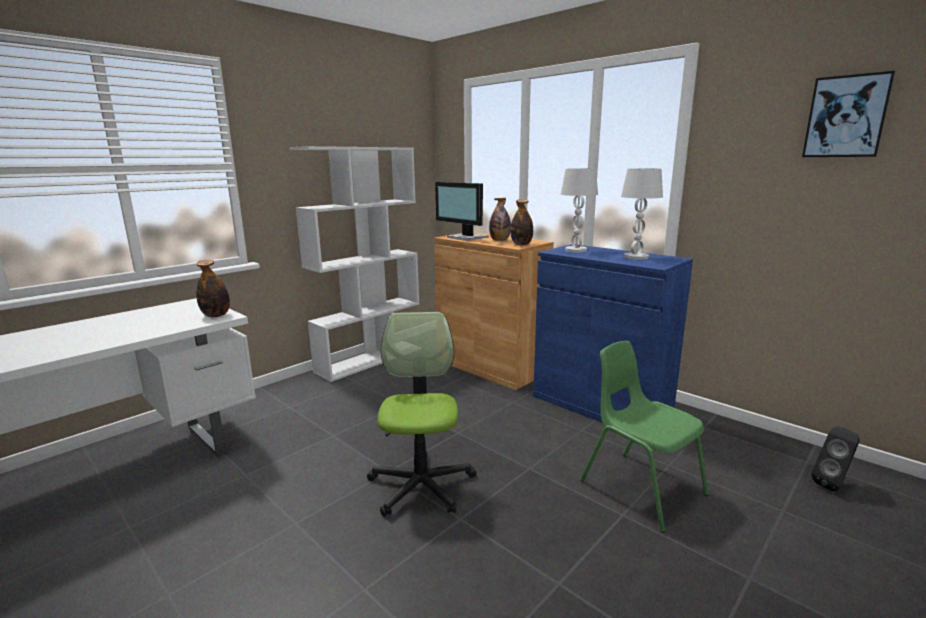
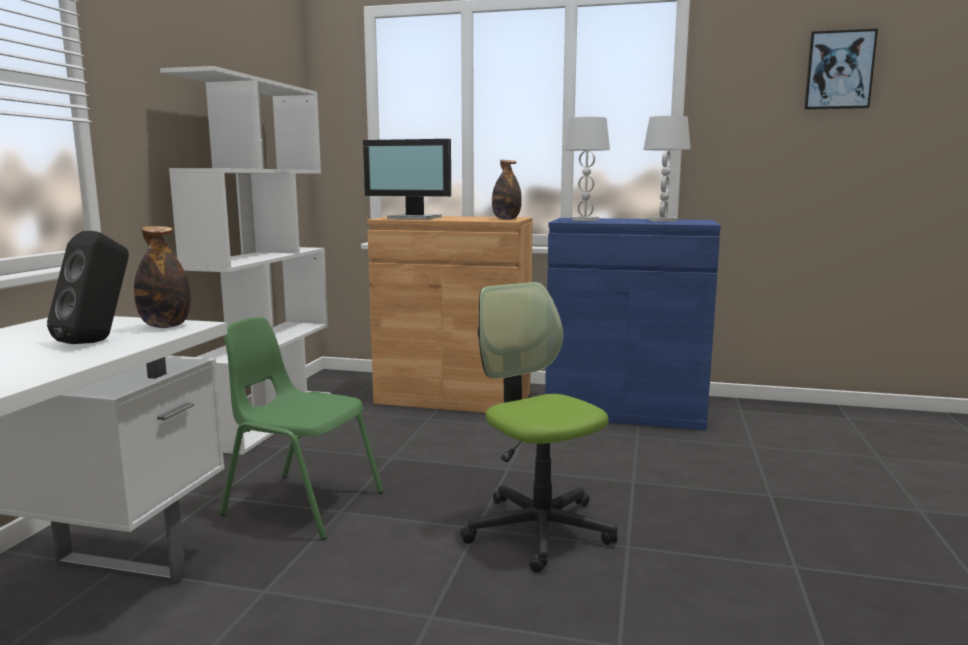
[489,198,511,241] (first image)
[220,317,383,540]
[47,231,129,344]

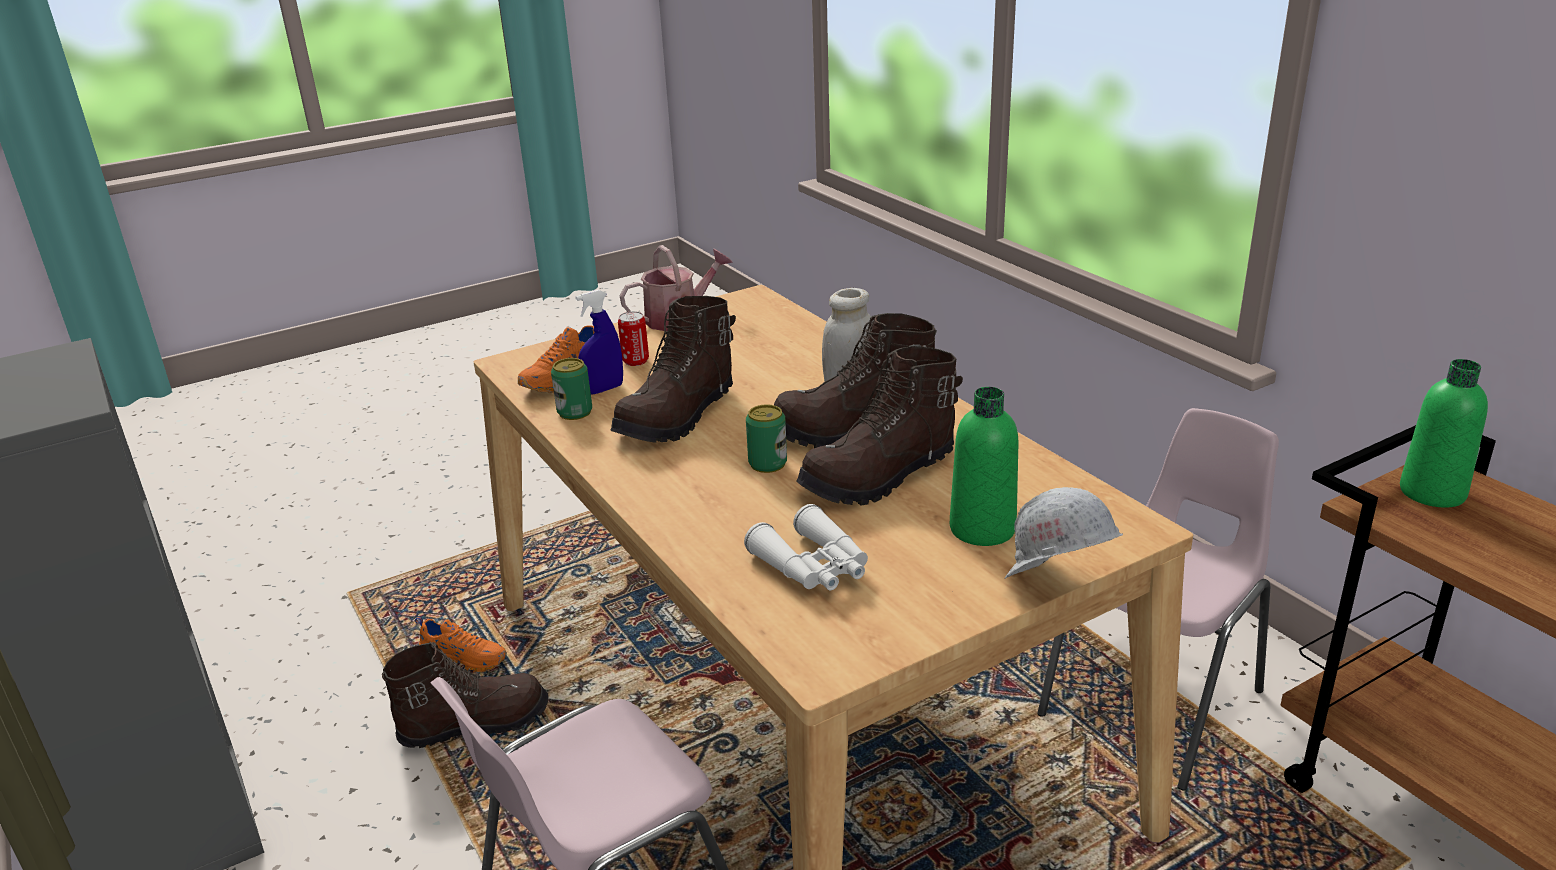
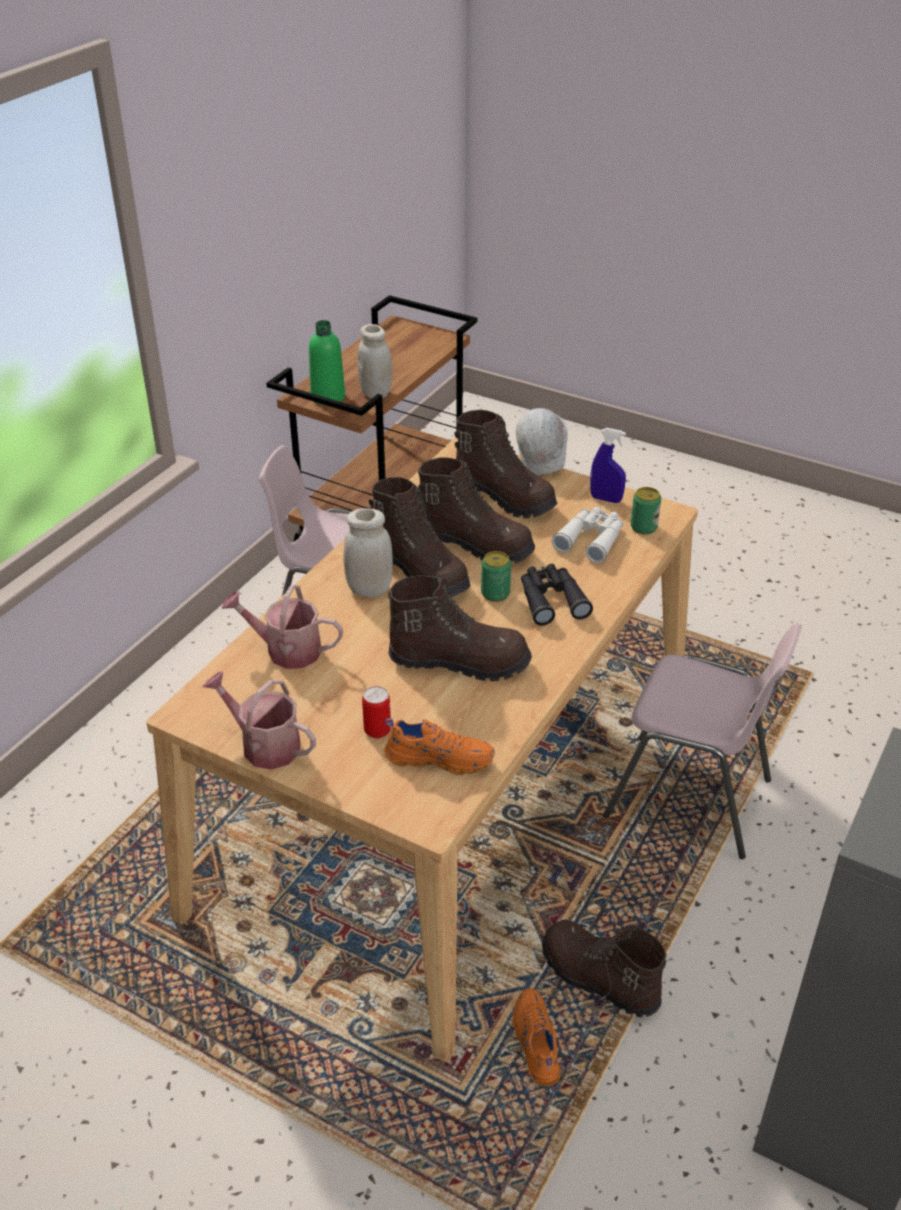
[631,487,661,535]
[590,428,626,503]
[454,410,557,518]
[221,585,343,669]
[357,324,392,398]
[521,564,593,626]

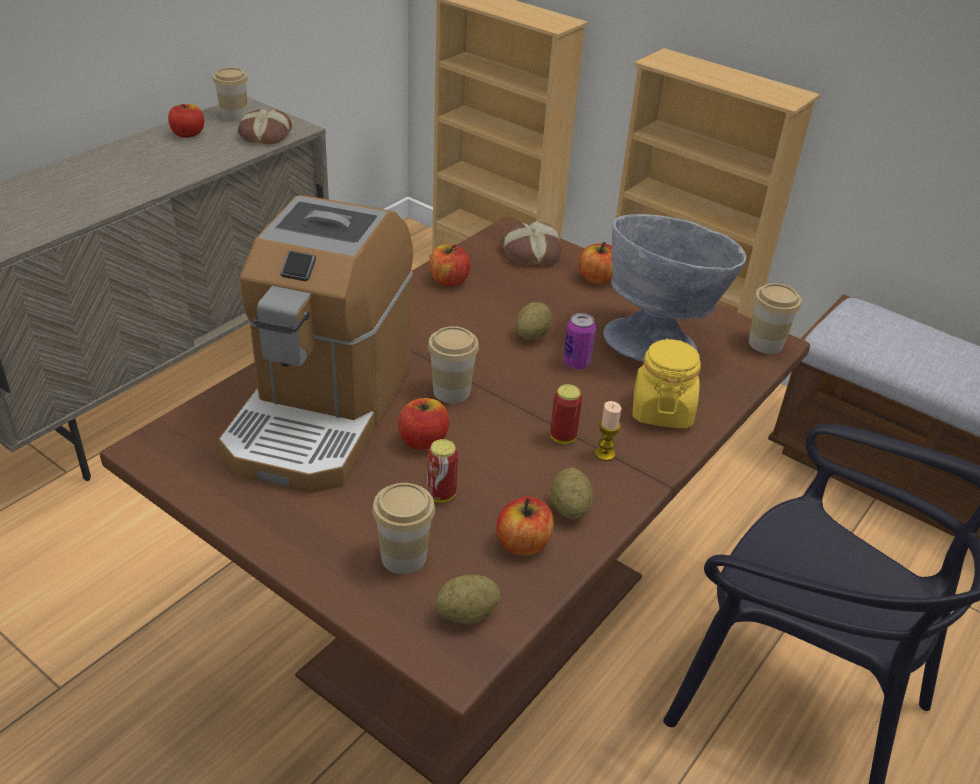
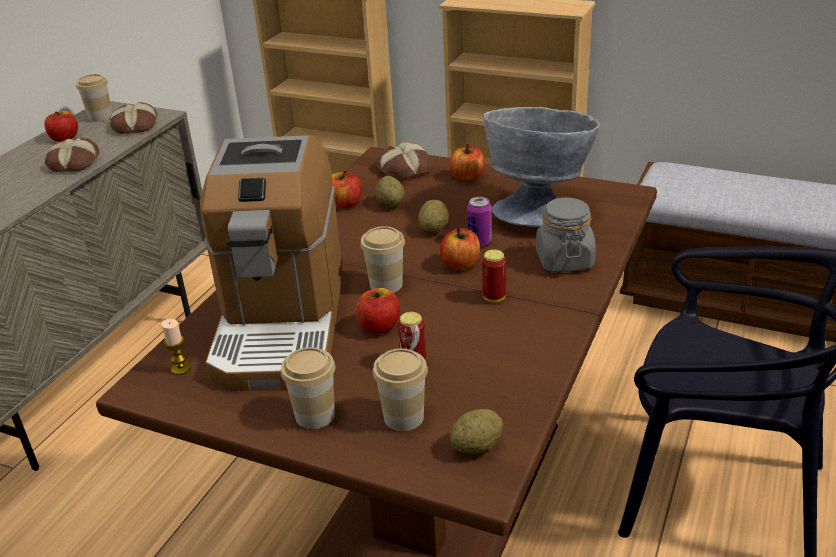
[440,227,480,270]
[375,176,405,207]
[161,319,191,375]
[536,198,596,272]
[281,347,335,429]
[45,137,99,172]

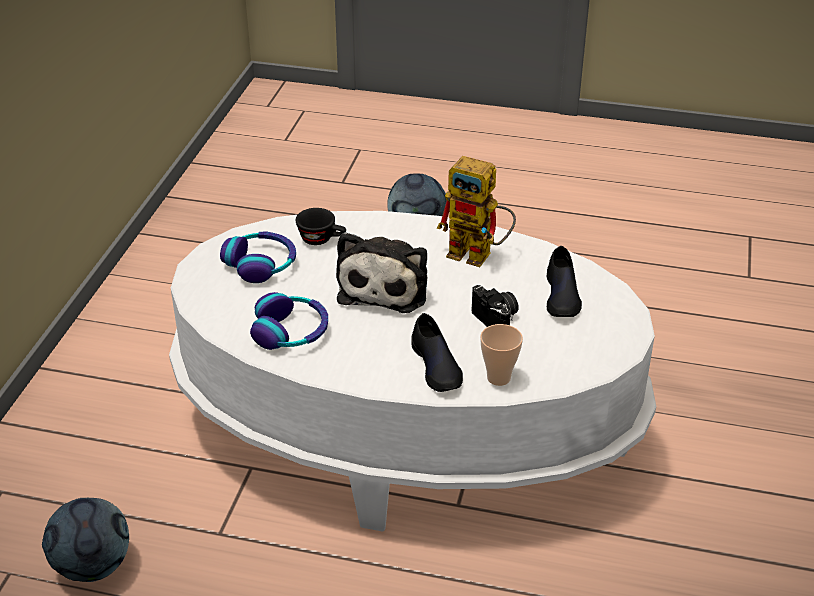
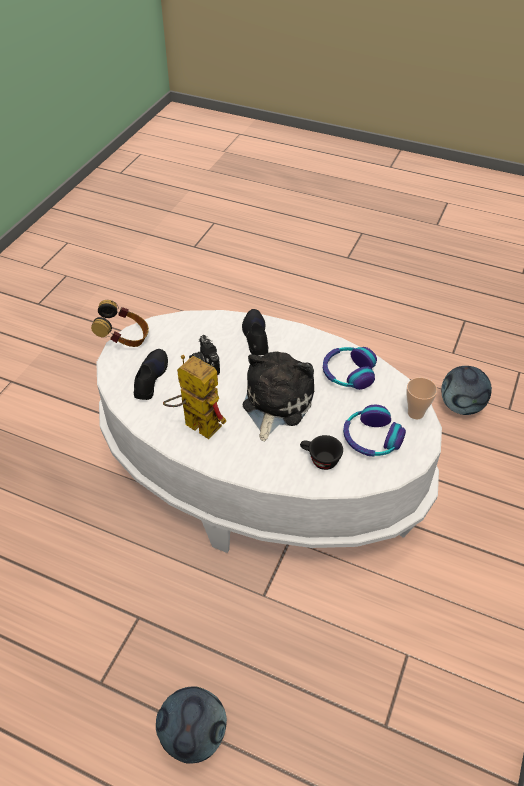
[406,377,437,419]
[91,300,149,347]

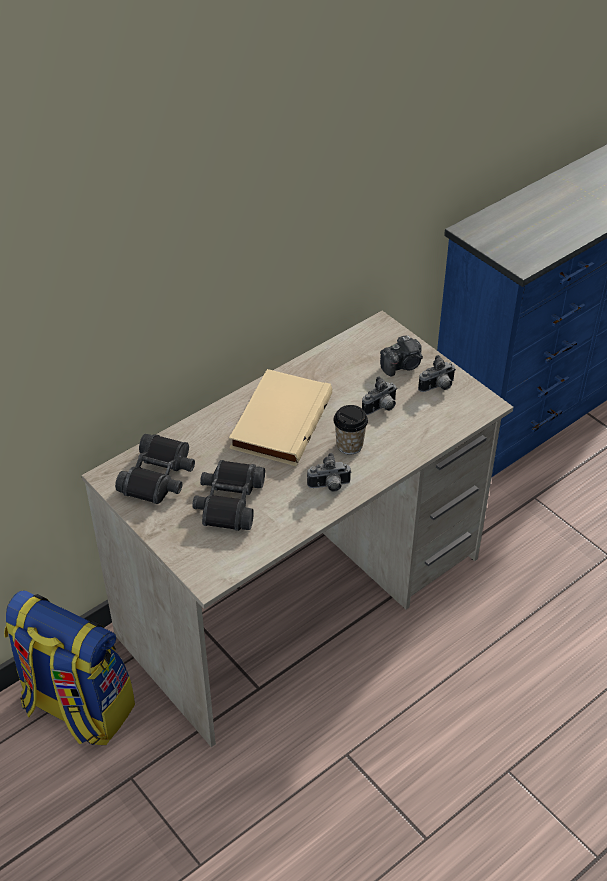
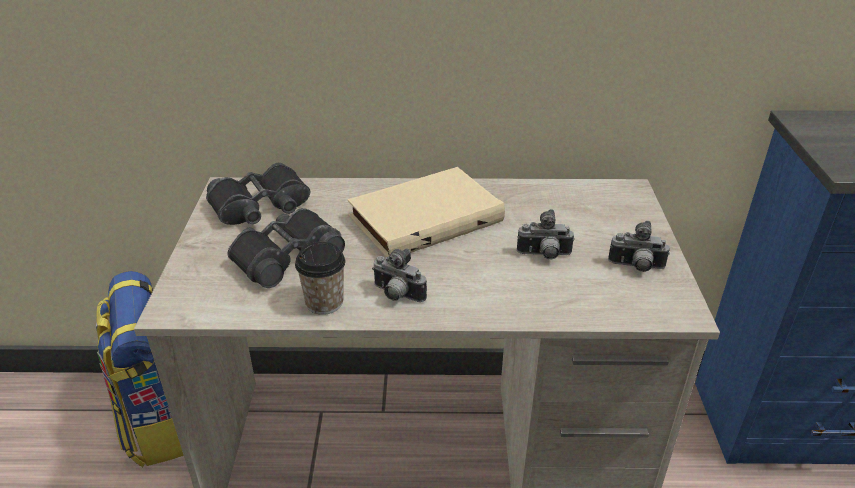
[295,242,345,315]
[380,335,423,376] (first image)

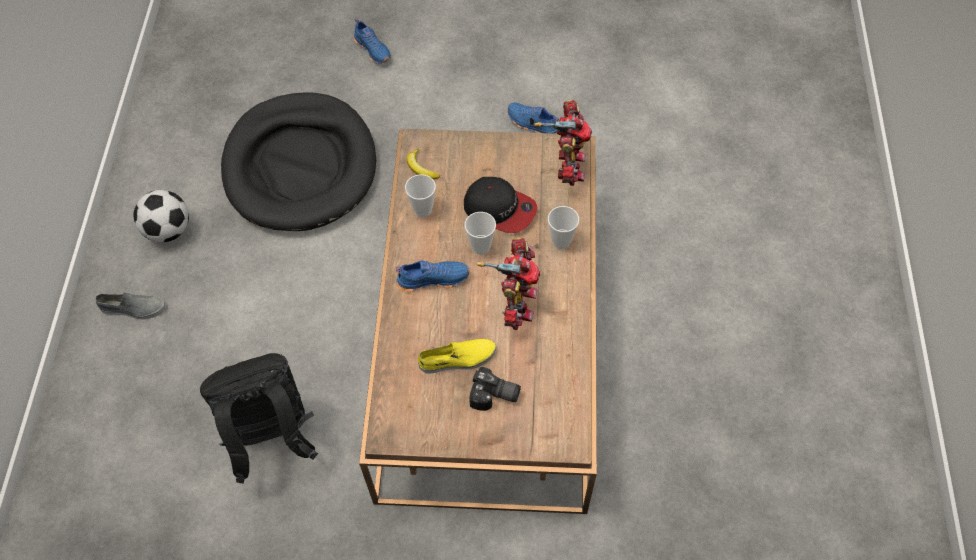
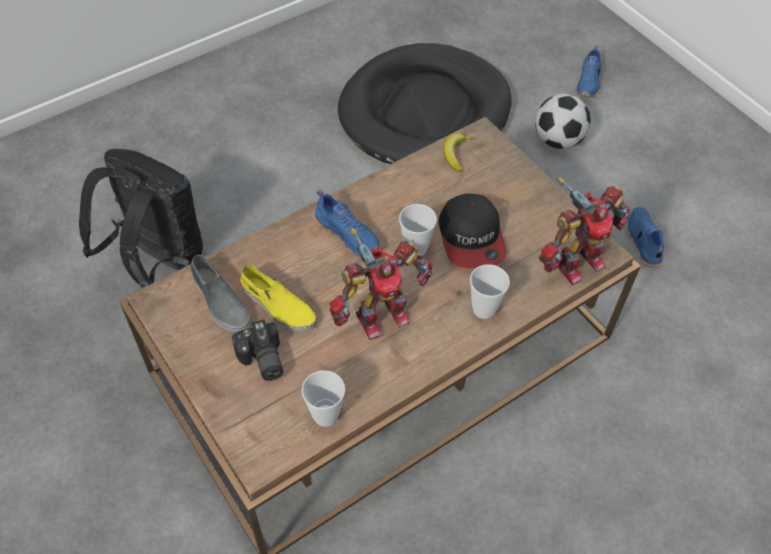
[190,255,250,333]
[535,94,591,149]
[302,370,345,427]

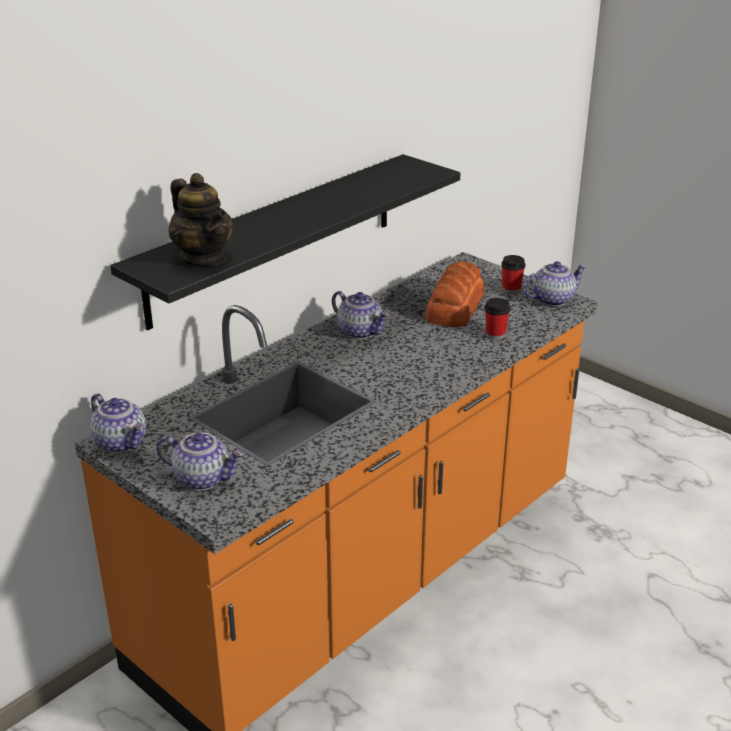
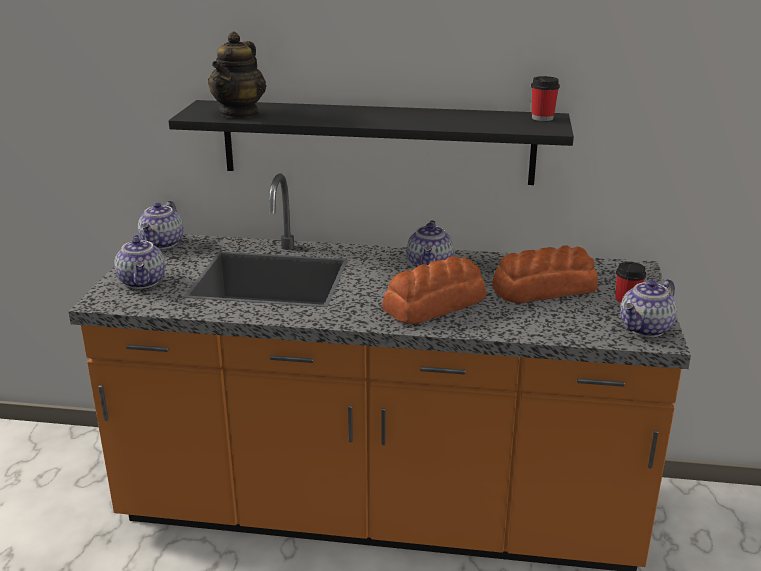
[531,76,560,121]
[620,279,677,337]
[382,256,486,324]

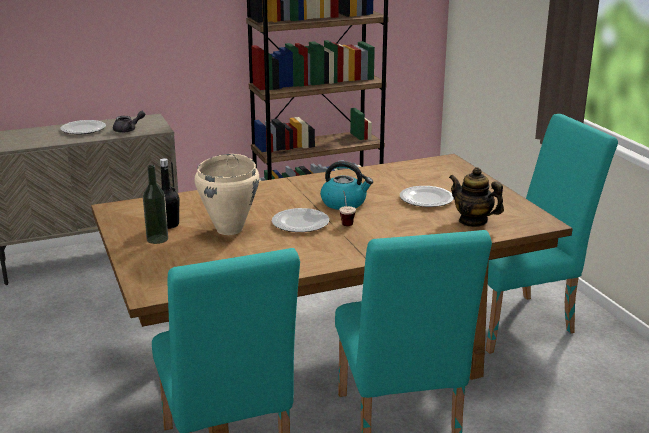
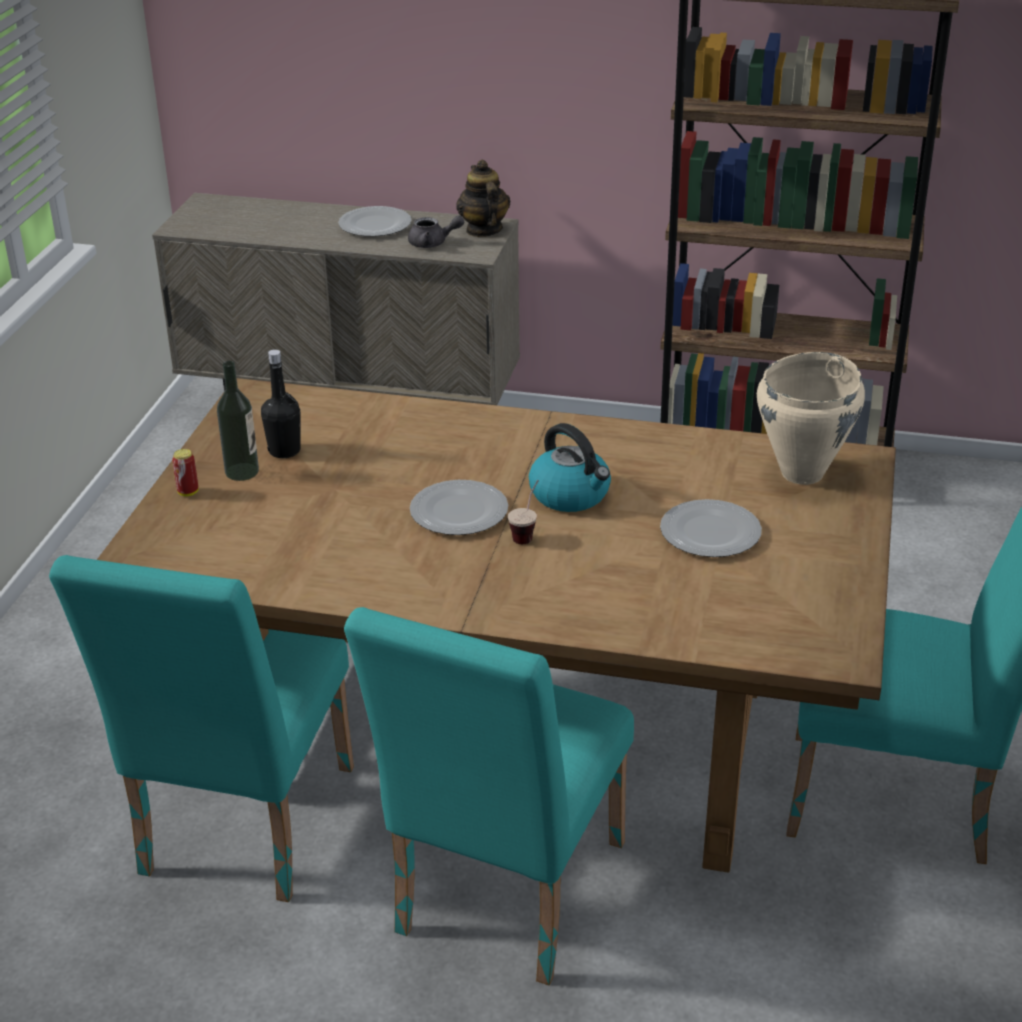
[757,352,865,485]
[456,160,510,237]
[172,449,198,496]

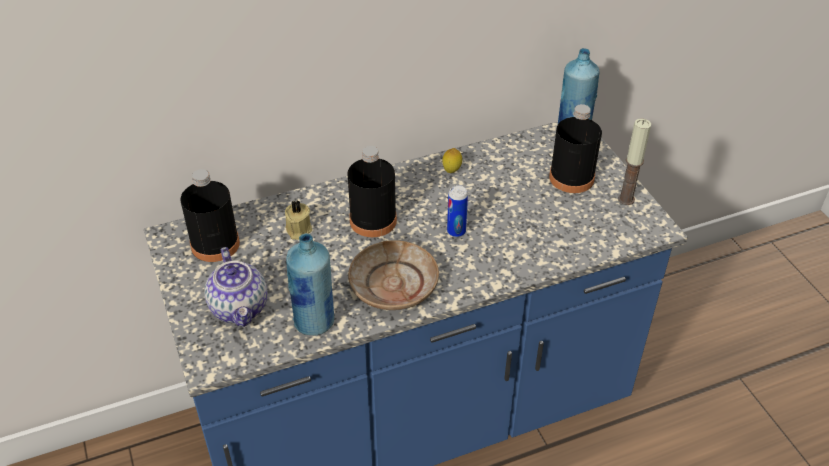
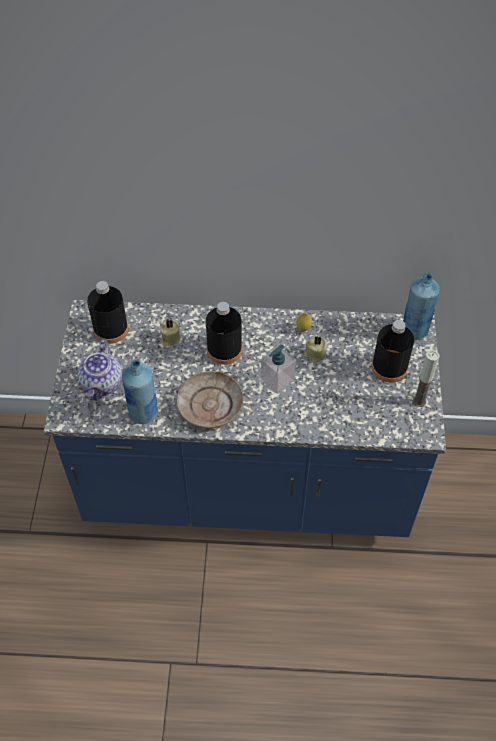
[261,345,296,394]
[304,336,327,362]

